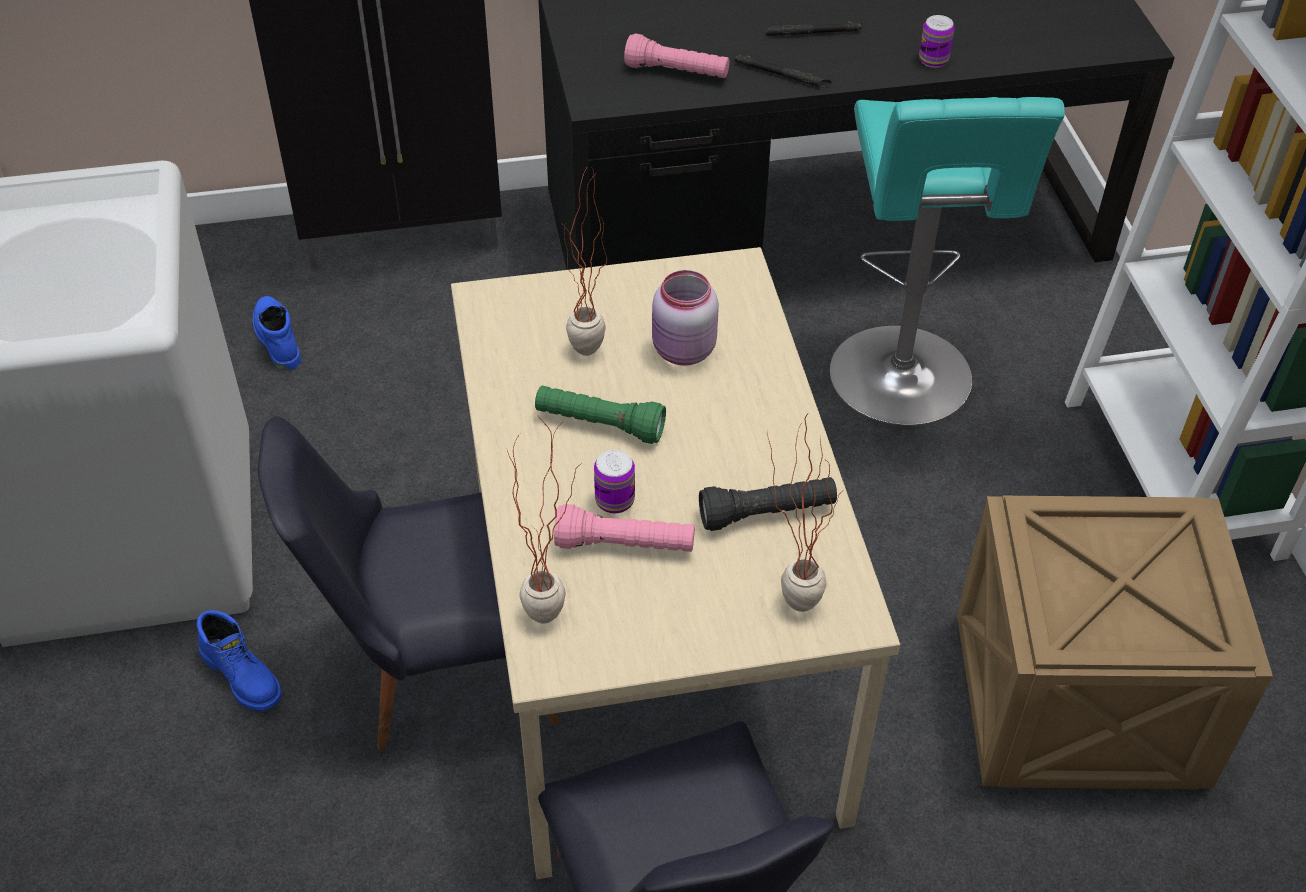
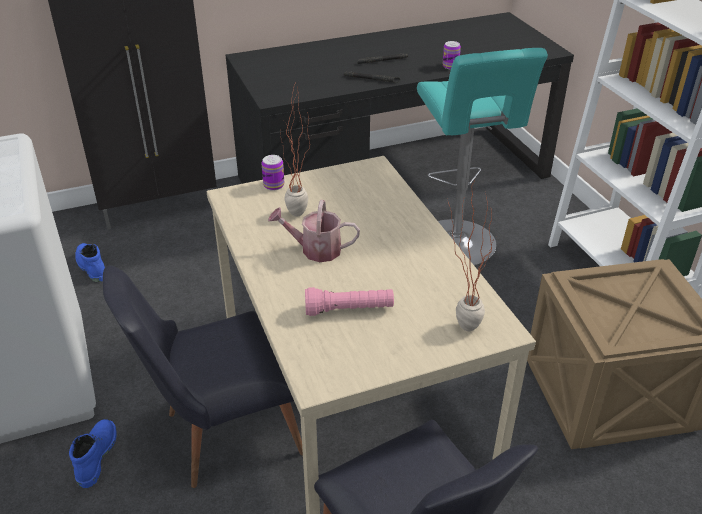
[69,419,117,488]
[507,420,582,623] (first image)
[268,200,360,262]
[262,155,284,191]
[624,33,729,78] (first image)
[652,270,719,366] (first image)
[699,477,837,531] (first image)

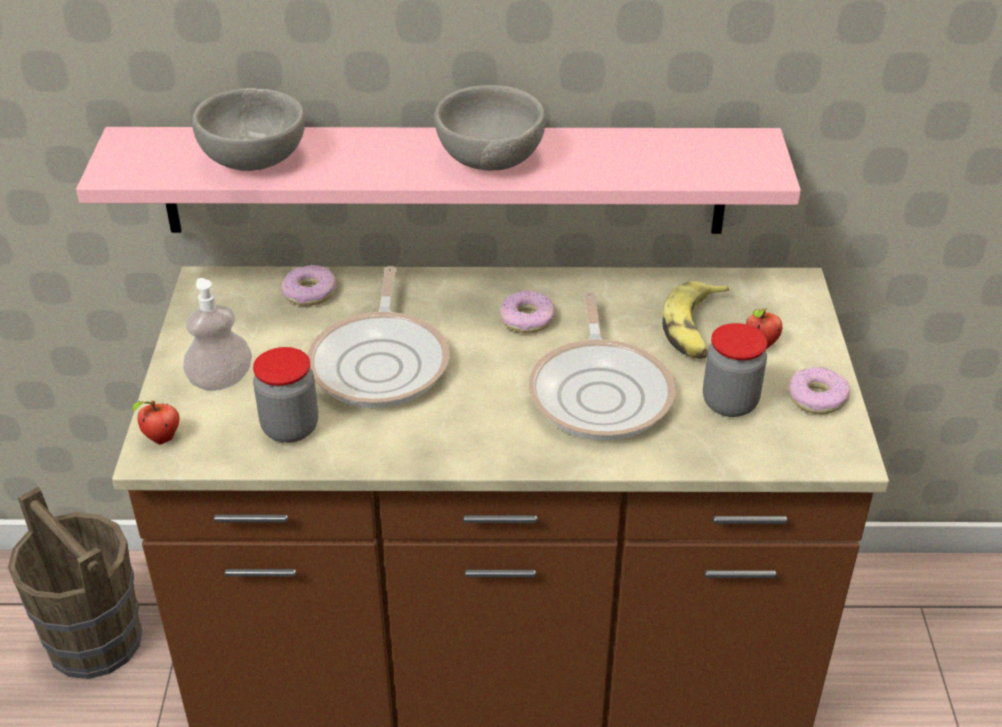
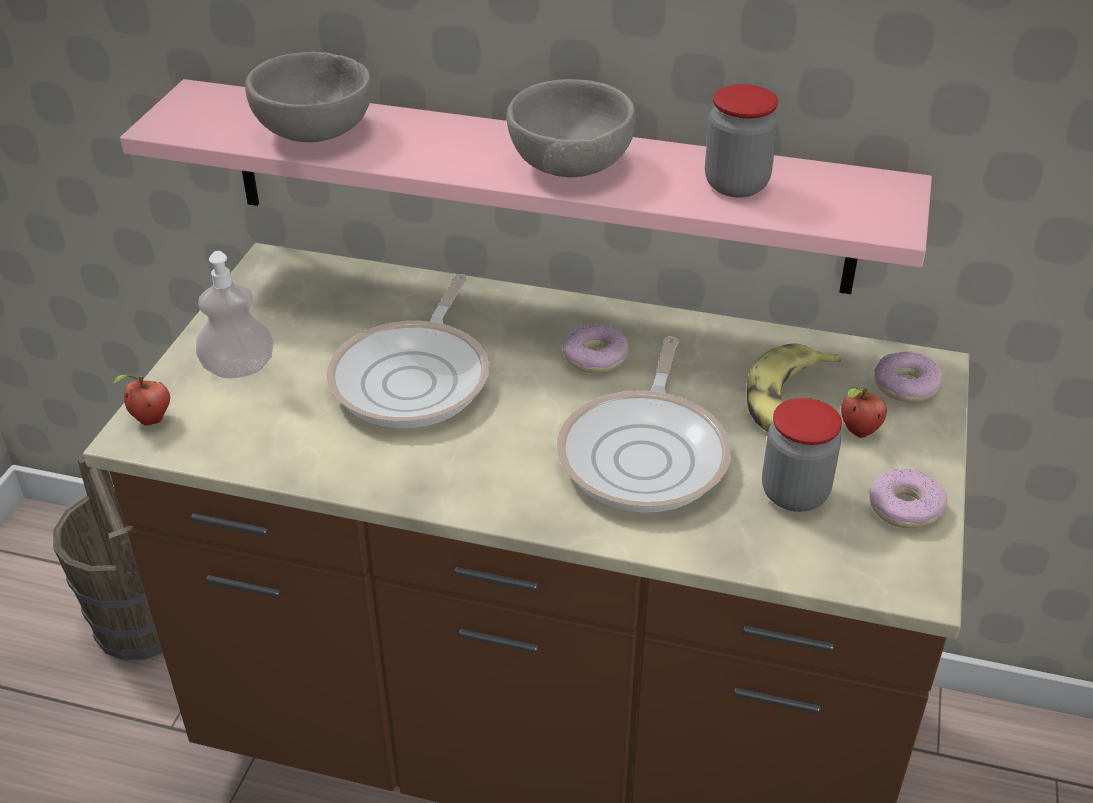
[705,84,778,197]
[874,351,943,402]

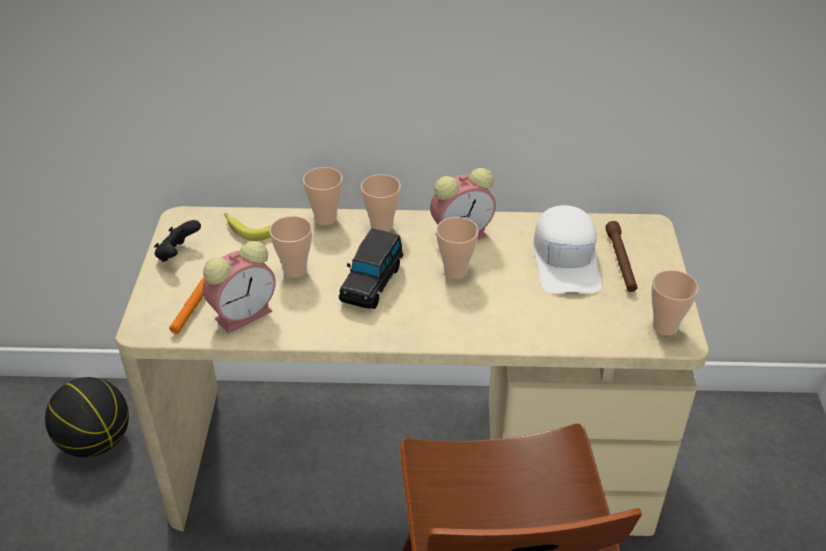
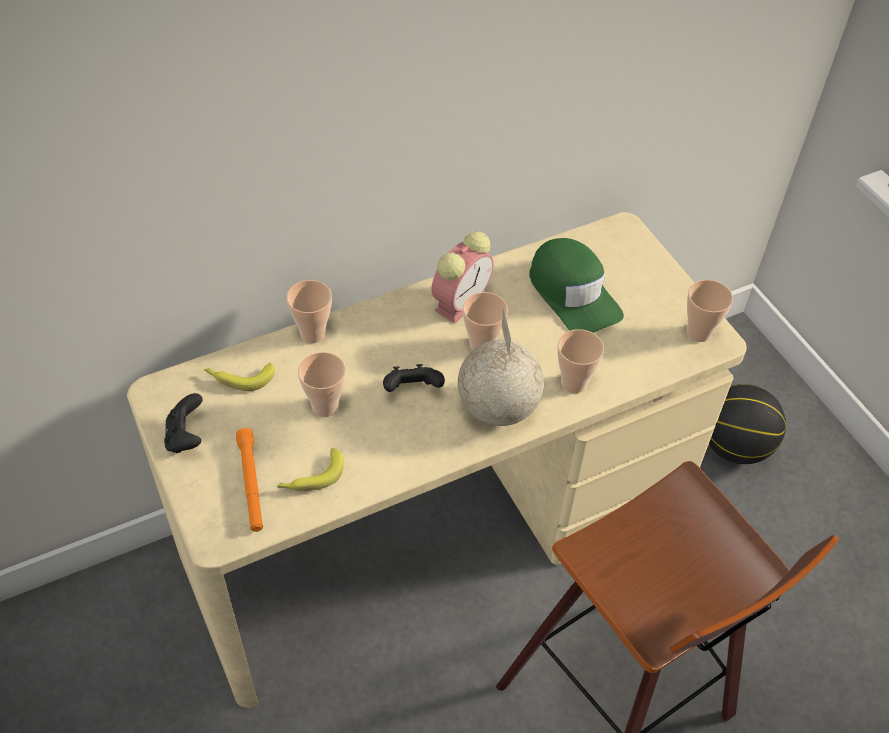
[709,384,786,464]
[277,448,344,491]
[383,364,445,392]
[557,329,604,393]
[529,238,624,333]
[605,221,638,292] (first image)
[458,308,544,426]

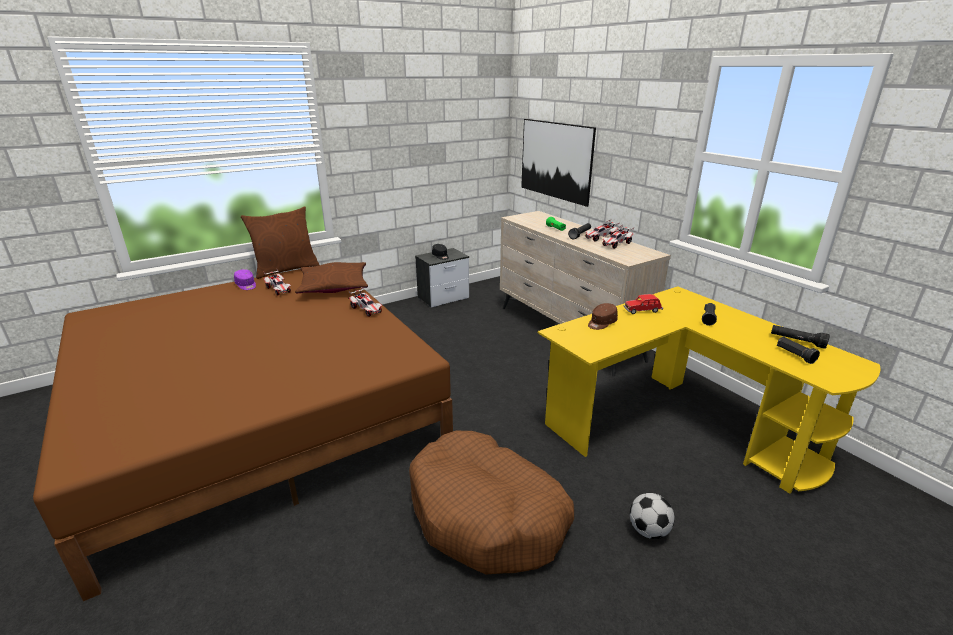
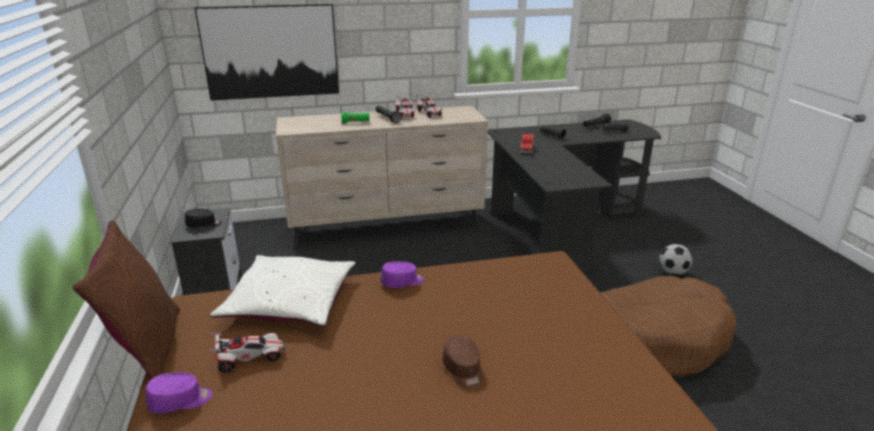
[210,255,355,326]
[381,261,424,288]
[488,119,661,275]
[442,335,483,389]

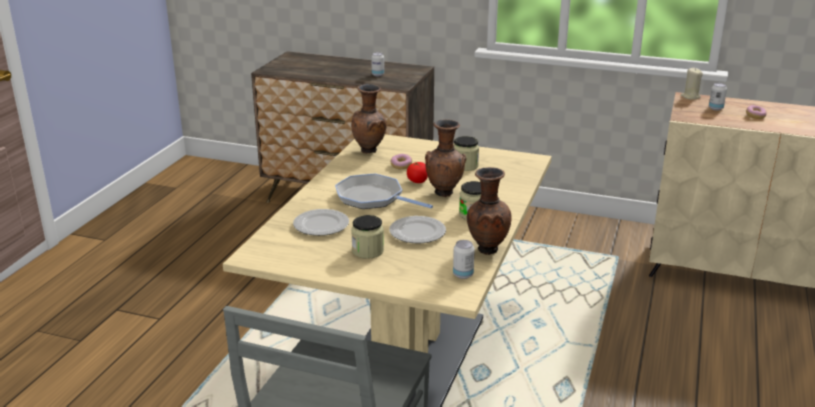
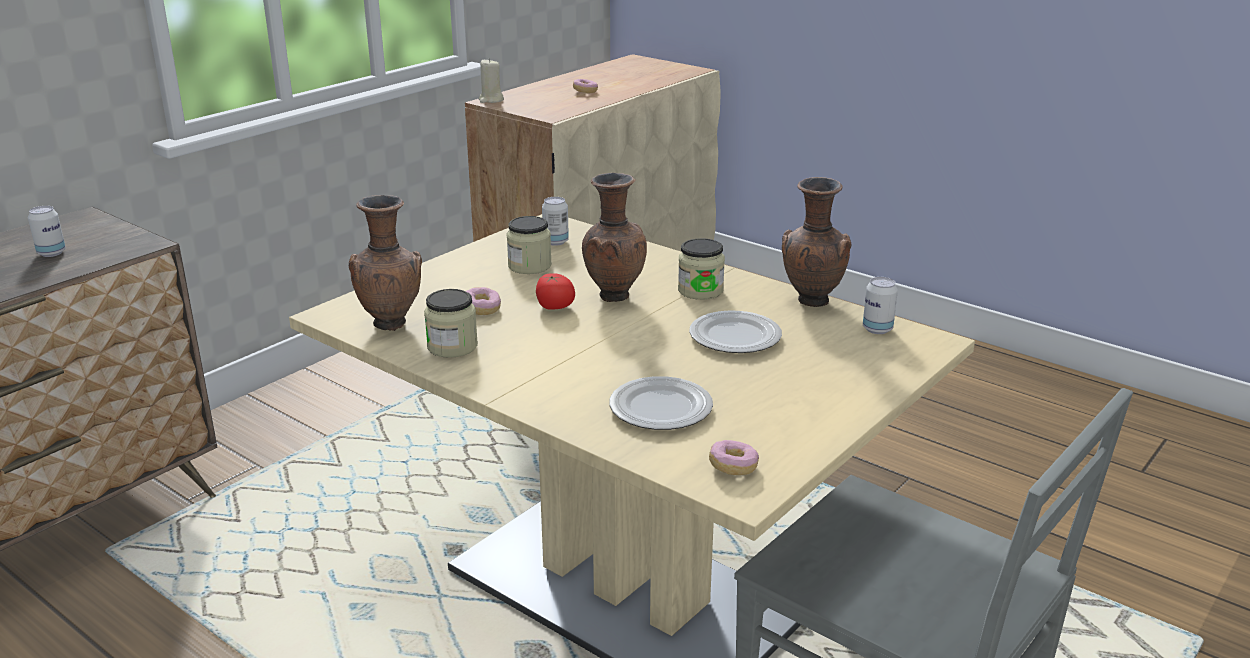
[335,173,433,209] (first image)
[424,289,478,358]
[542,197,569,246]
[709,440,759,475]

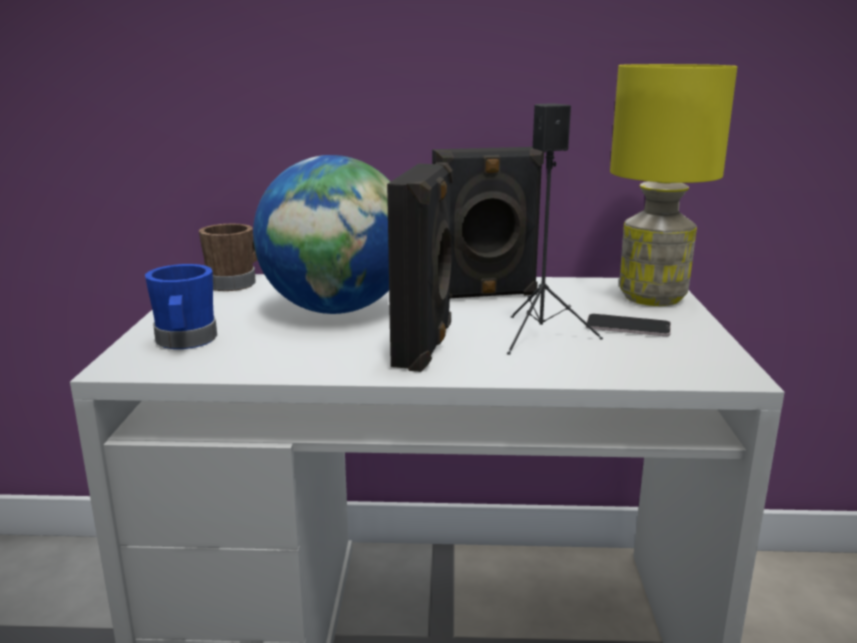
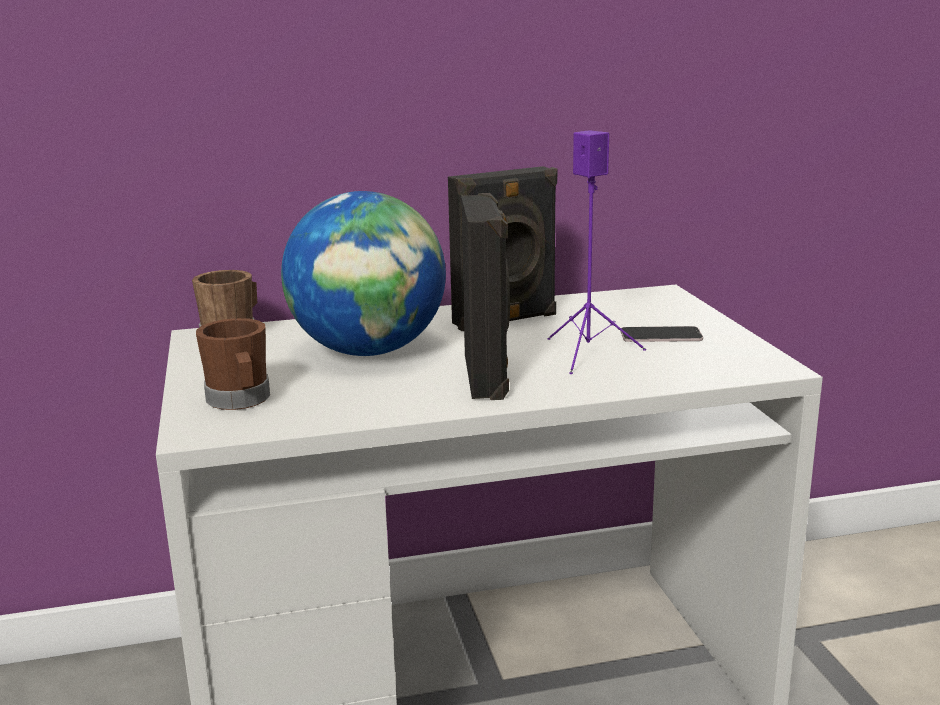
[196,318,270,410]
[547,130,646,374]
[610,64,737,306] (first image)

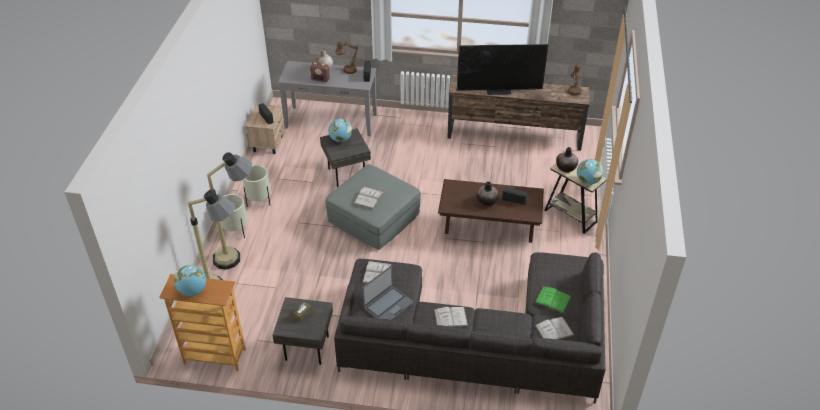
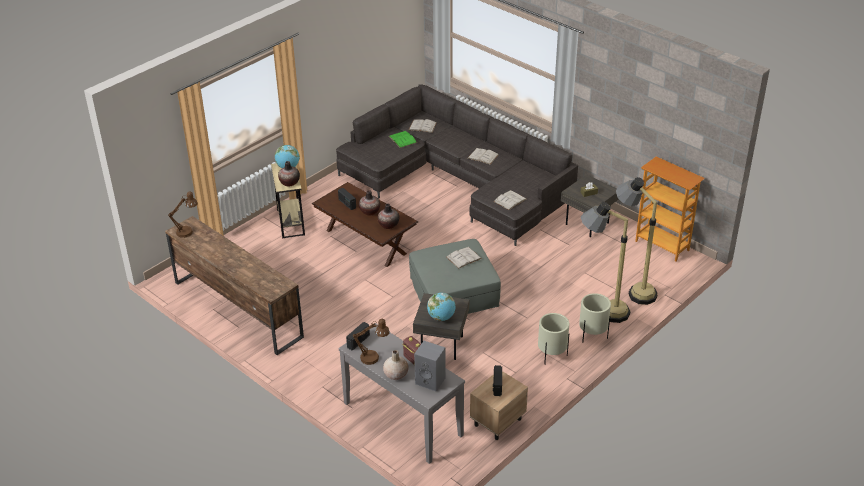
[174,265,206,296] (first image)
[362,266,413,320] (first image)
[457,44,548,95] (first image)
[378,204,400,229]
[414,341,446,392]

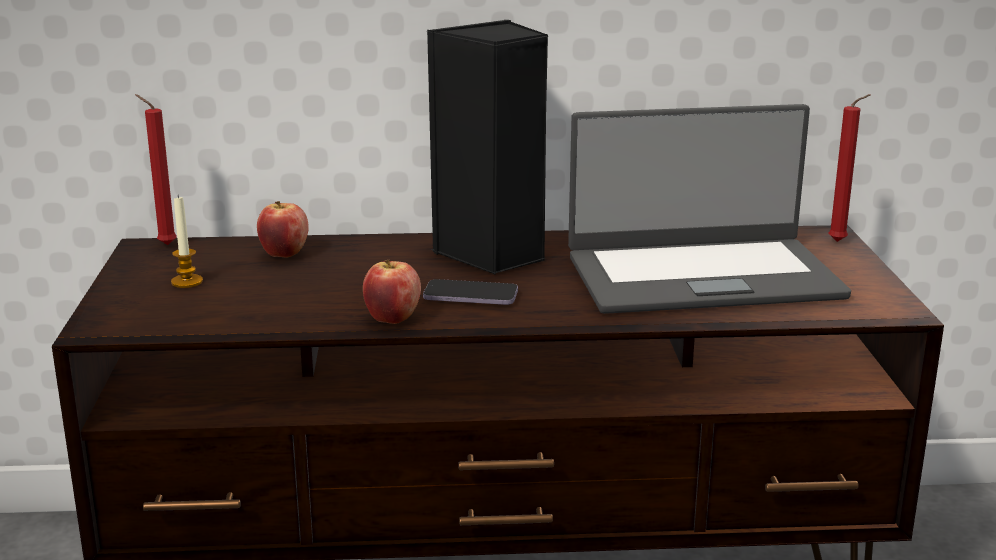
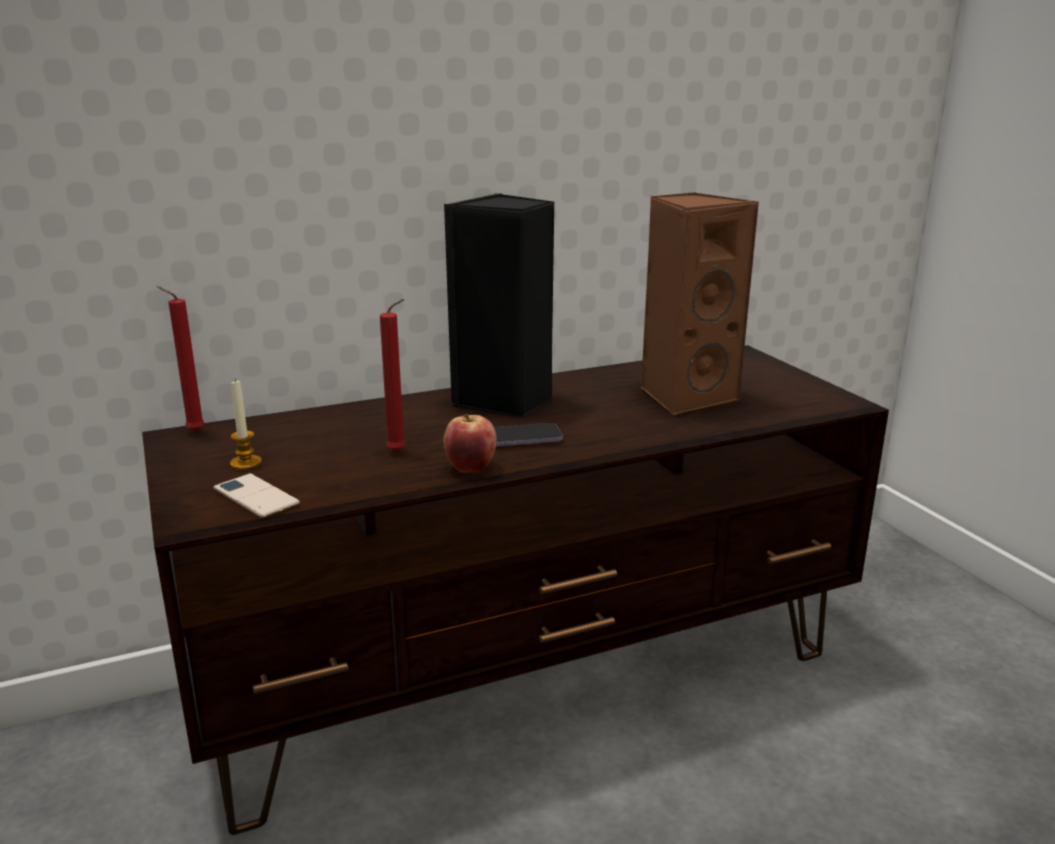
[257,201,309,258] (first image)
[641,192,759,416]
[380,299,406,452]
[213,473,300,518]

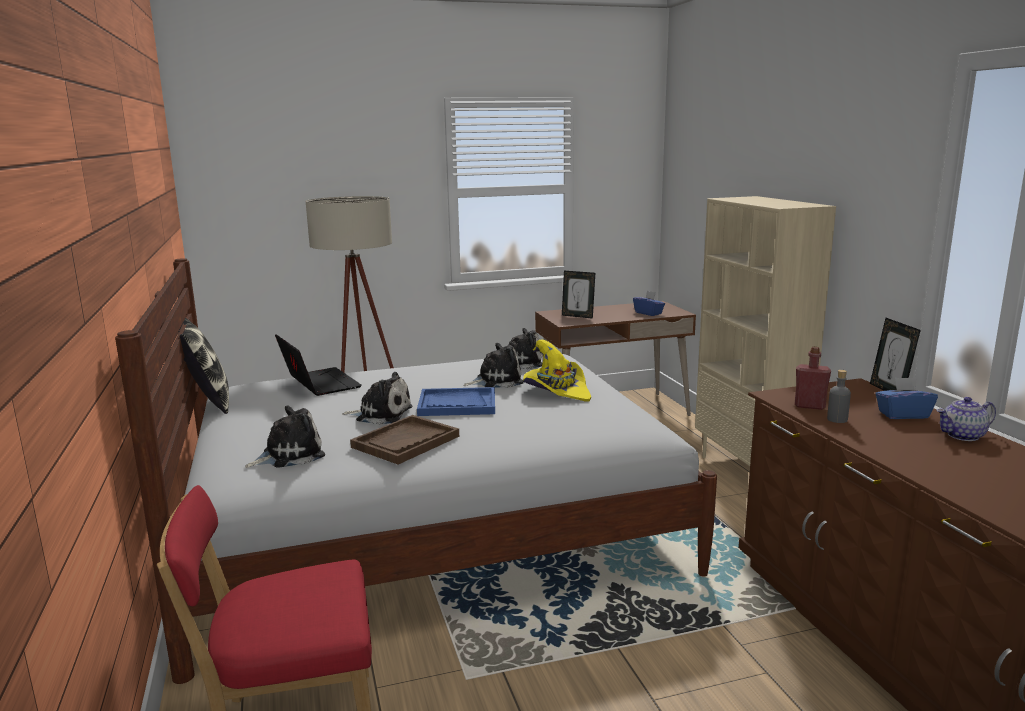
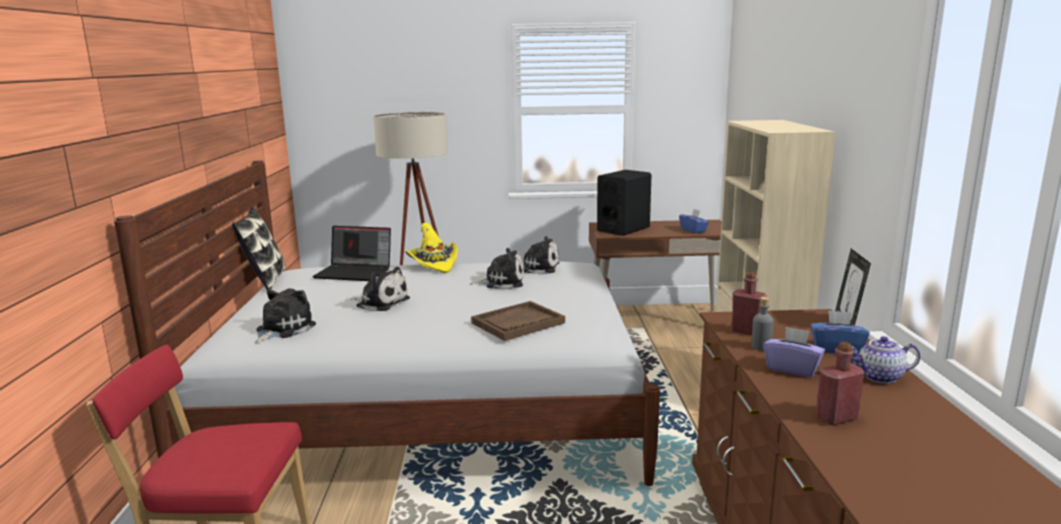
[255,288,316,344]
[312,226,391,281]
[471,301,565,341]
[417,387,495,416] (first image)
[405,223,458,273]
[597,170,651,236]
[764,326,825,378]
[816,342,864,425]

